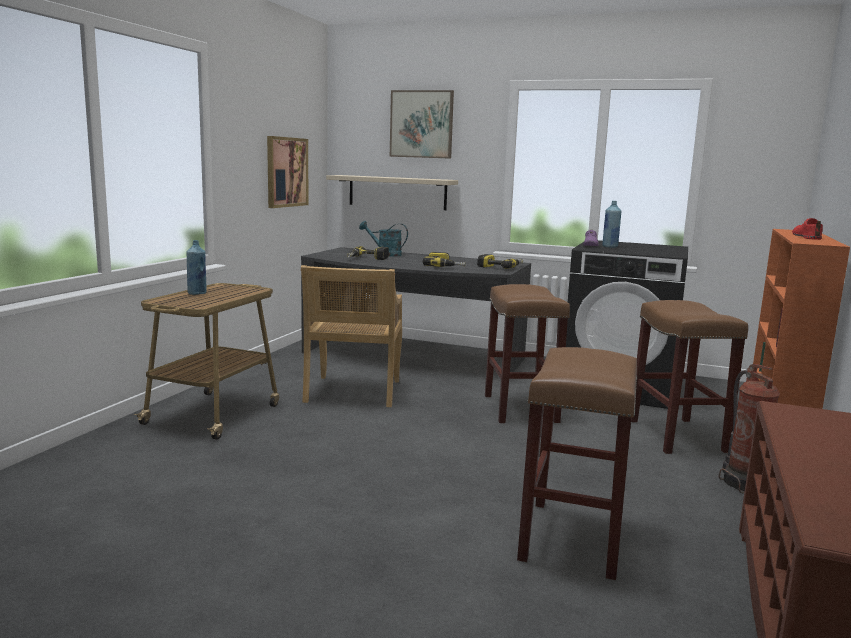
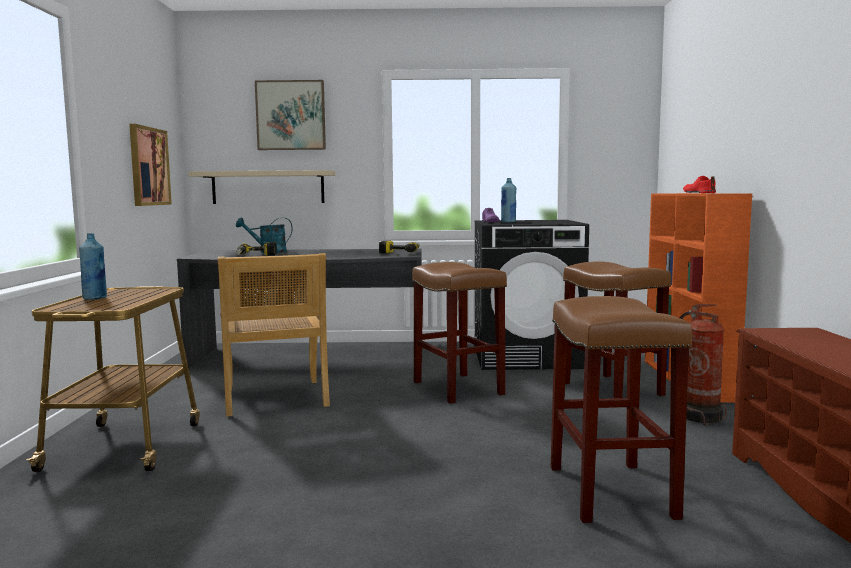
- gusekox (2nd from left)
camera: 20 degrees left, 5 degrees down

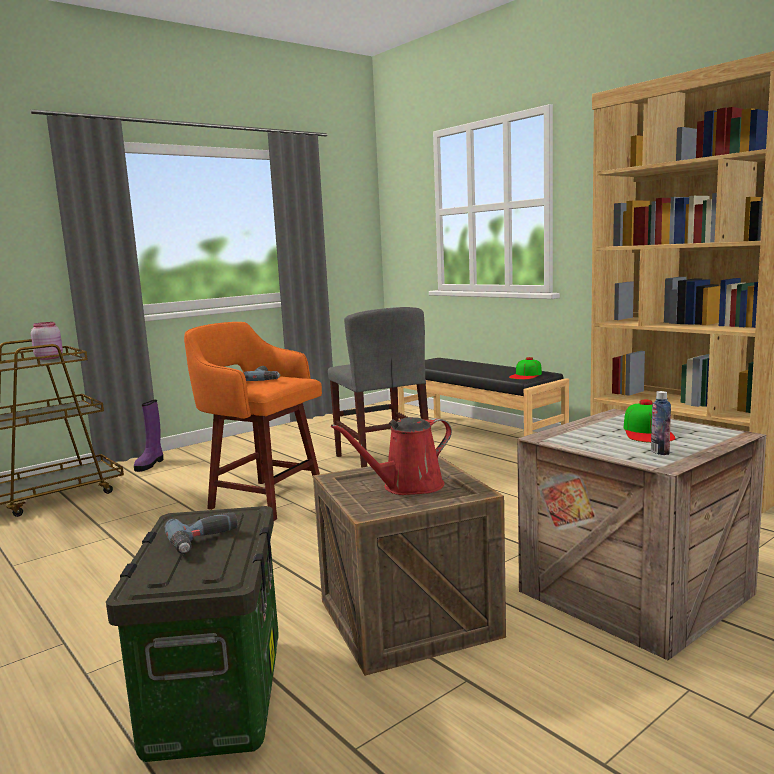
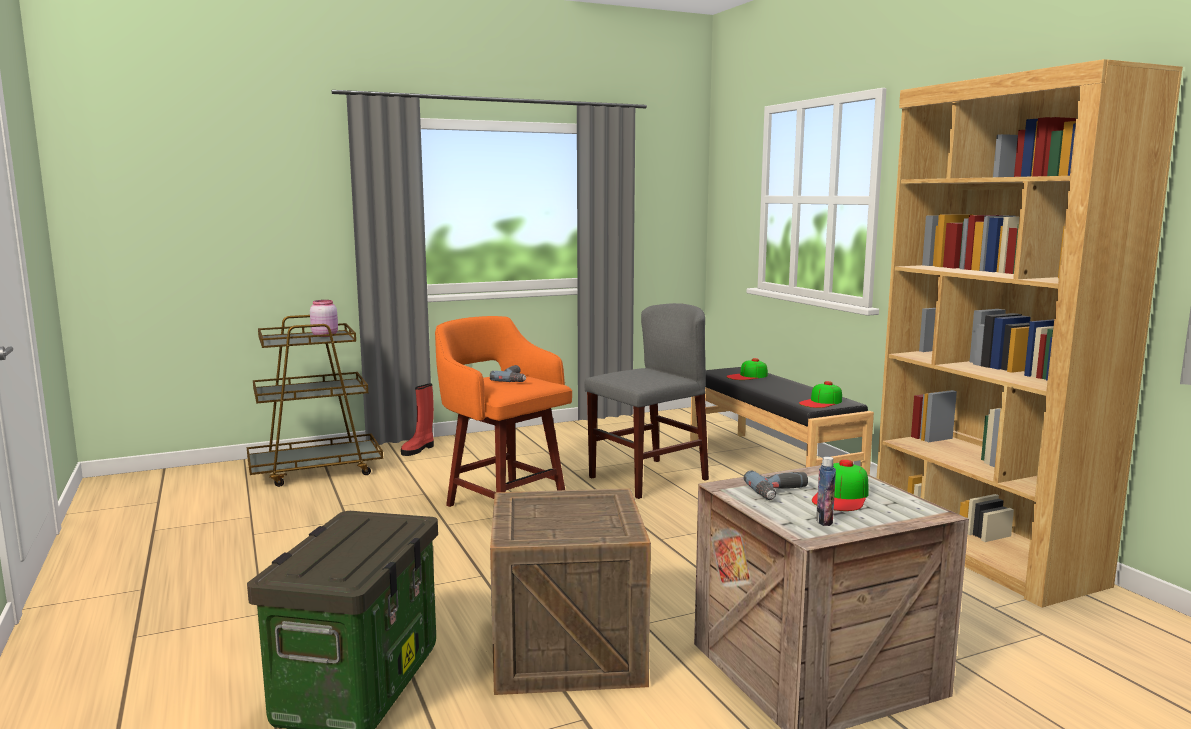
~ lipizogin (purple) to lipizogin (red)
~ gusekox (1st from left in the first image) to gusekox (2nd from left)
~ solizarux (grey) 120 degrees counterclockwise
- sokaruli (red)
+ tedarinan (1st from left)
camera: 15 degrees right, 0 degrees up

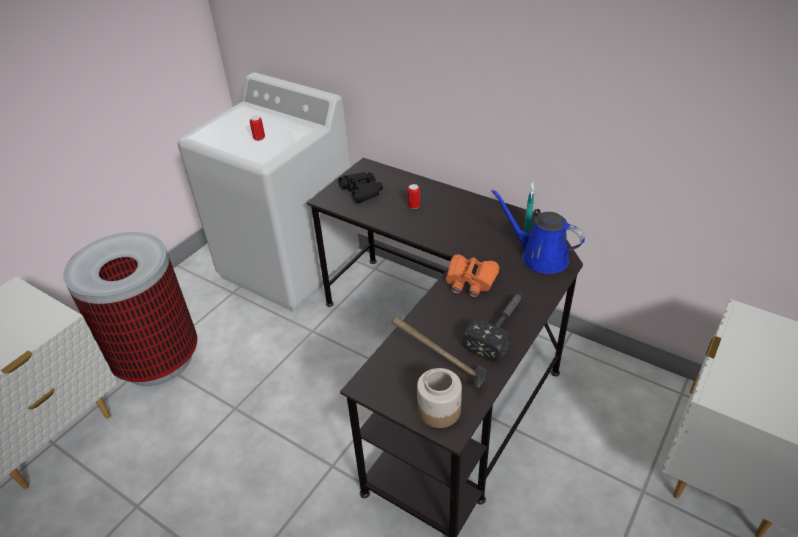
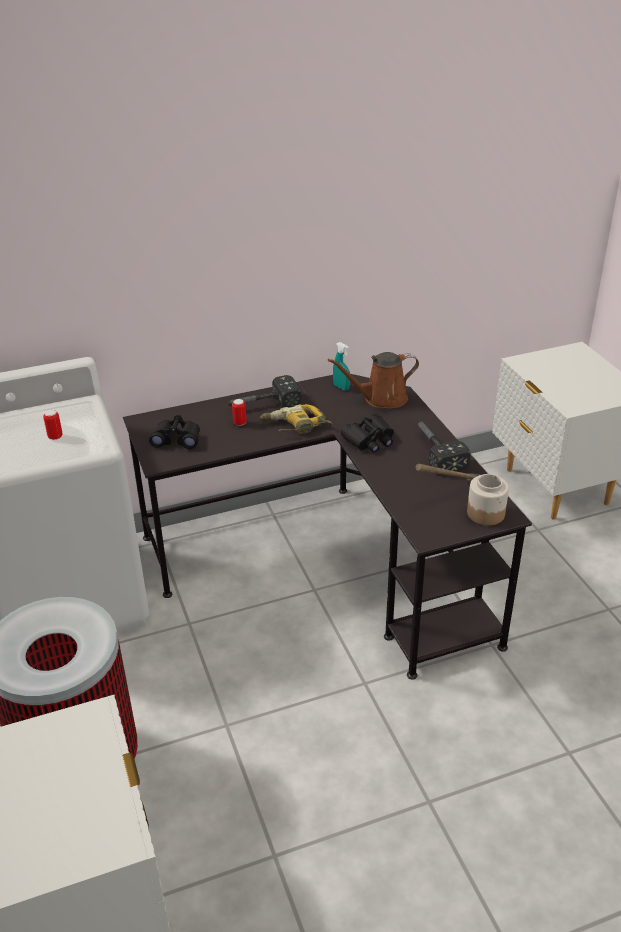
~ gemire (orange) to gemire (black) (2nd from left)
~ sokaruli (blue) to sokaruli (brown)
+ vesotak (1st from left)
+ gusekox
camera: 55 degrees left, 5 degrees down

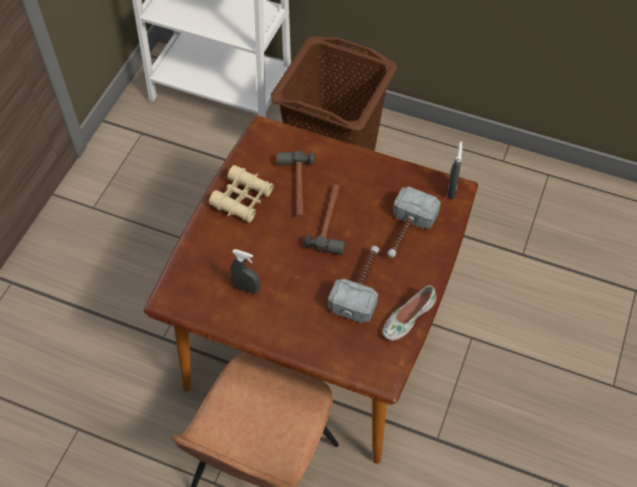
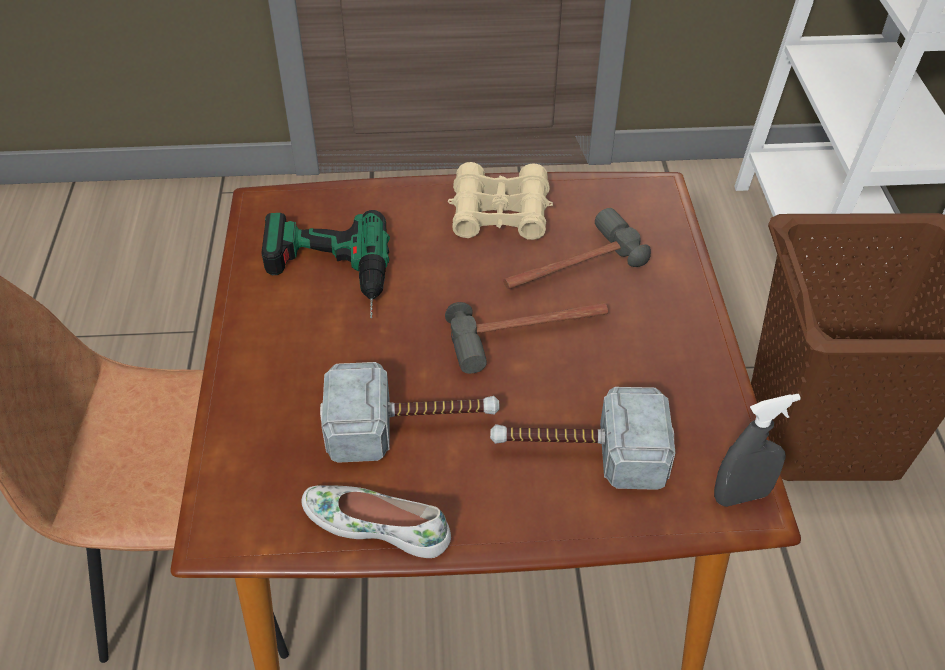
~ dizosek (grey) (1st from left) to gusekox
camera: 65 degrees right, 10 degrees down

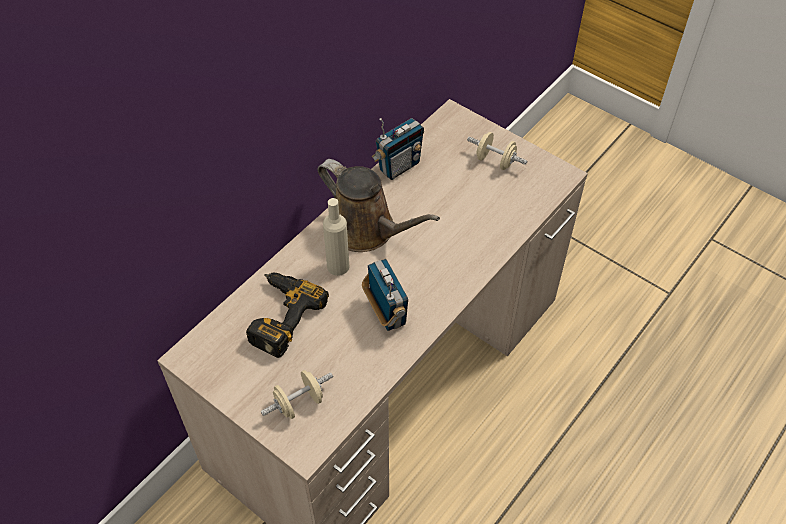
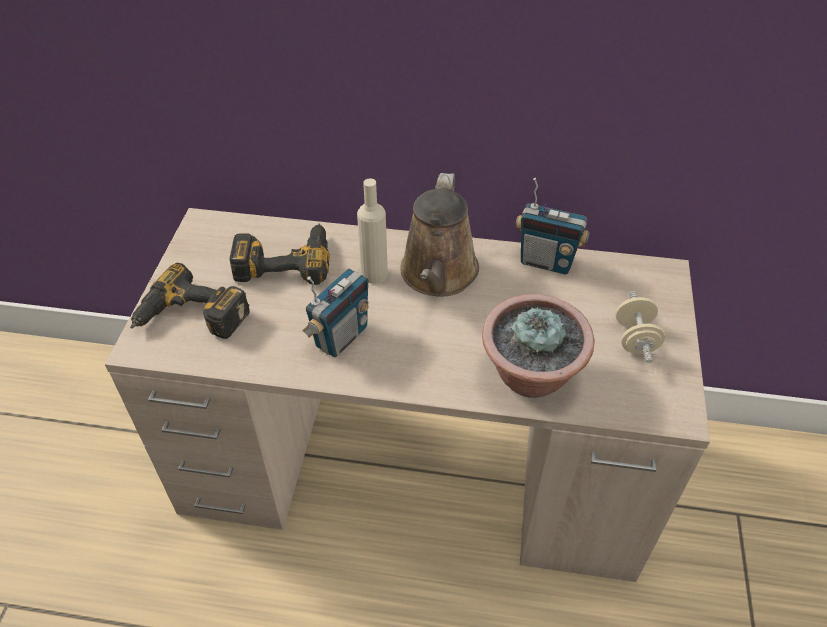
~ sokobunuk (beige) (1st from left) to gusekox (1st from left)
+ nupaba
camera: 60 degrees right, 5 degrees down

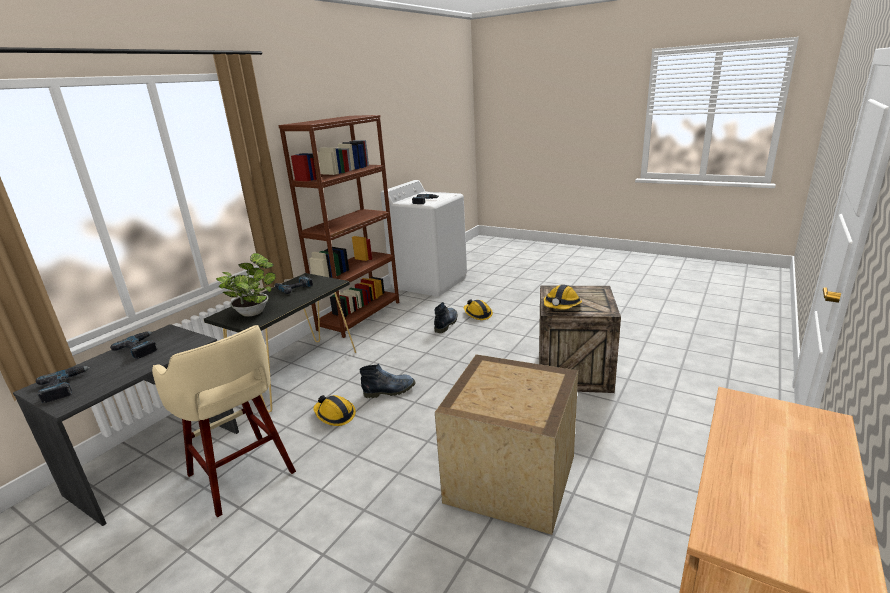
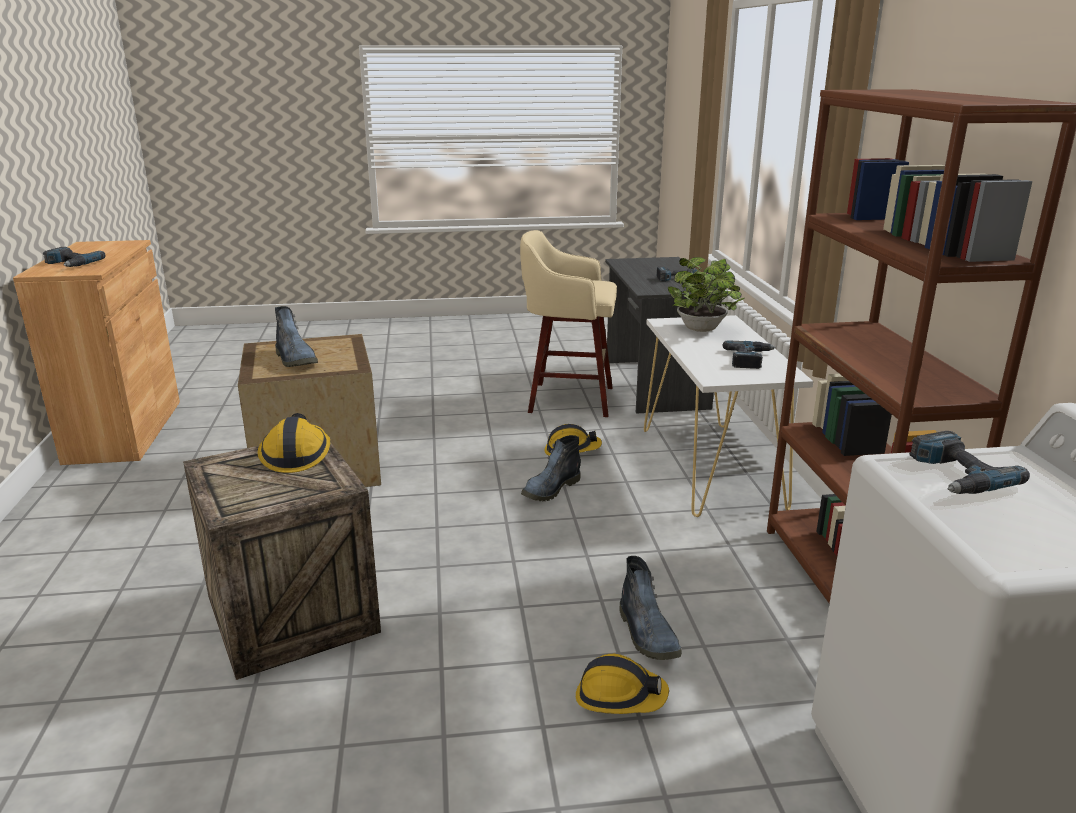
~ gusekox (1st from left)
~ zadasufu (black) to zadasufu (white)
+ lipizogin (1st from left)
camera: 140 degrees right, 0 degrees up

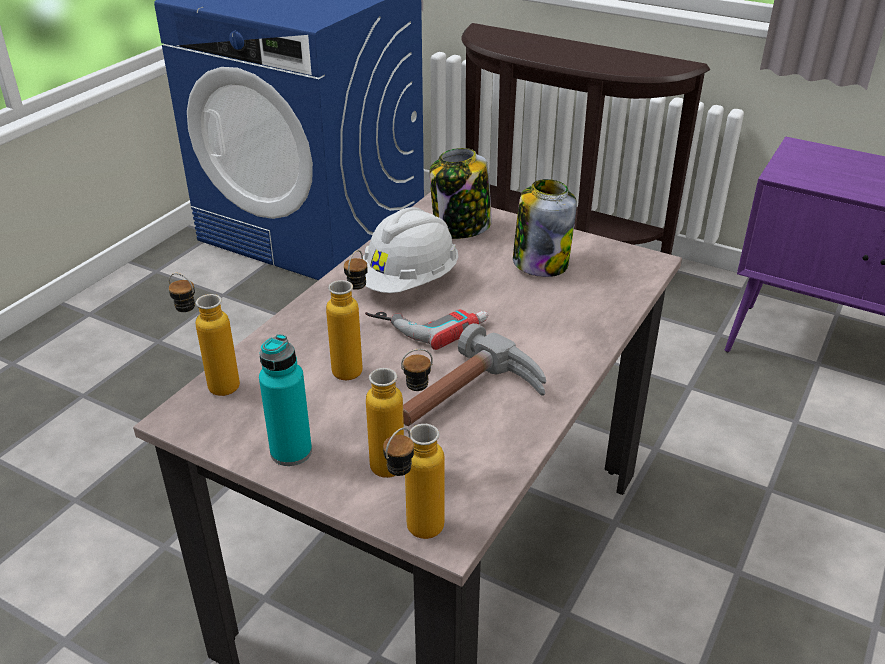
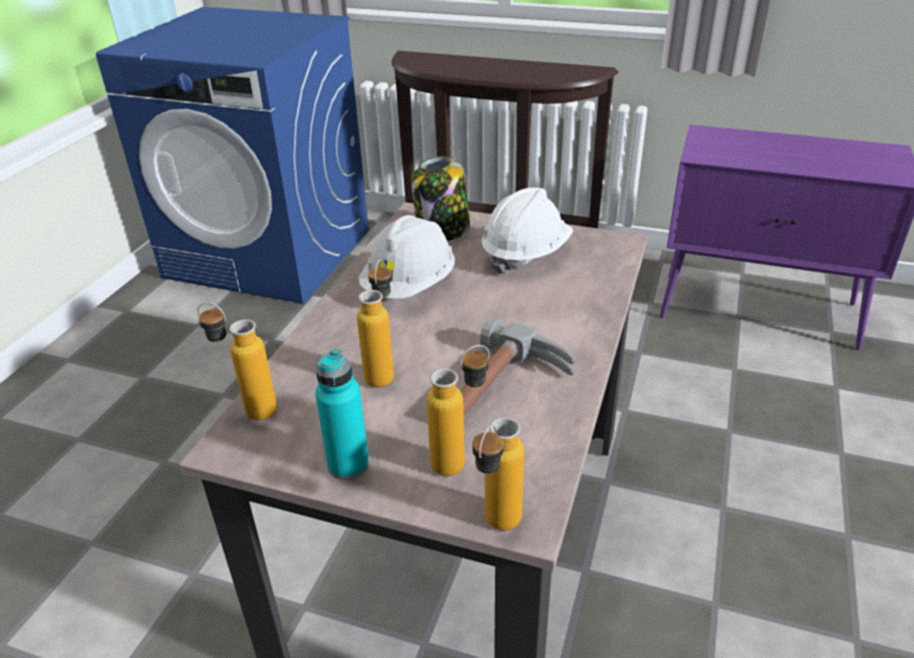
- gusekox
~ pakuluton (2nd from left) to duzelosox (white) (2nd from left)
camera: 10 degrees left, 0 degrees up

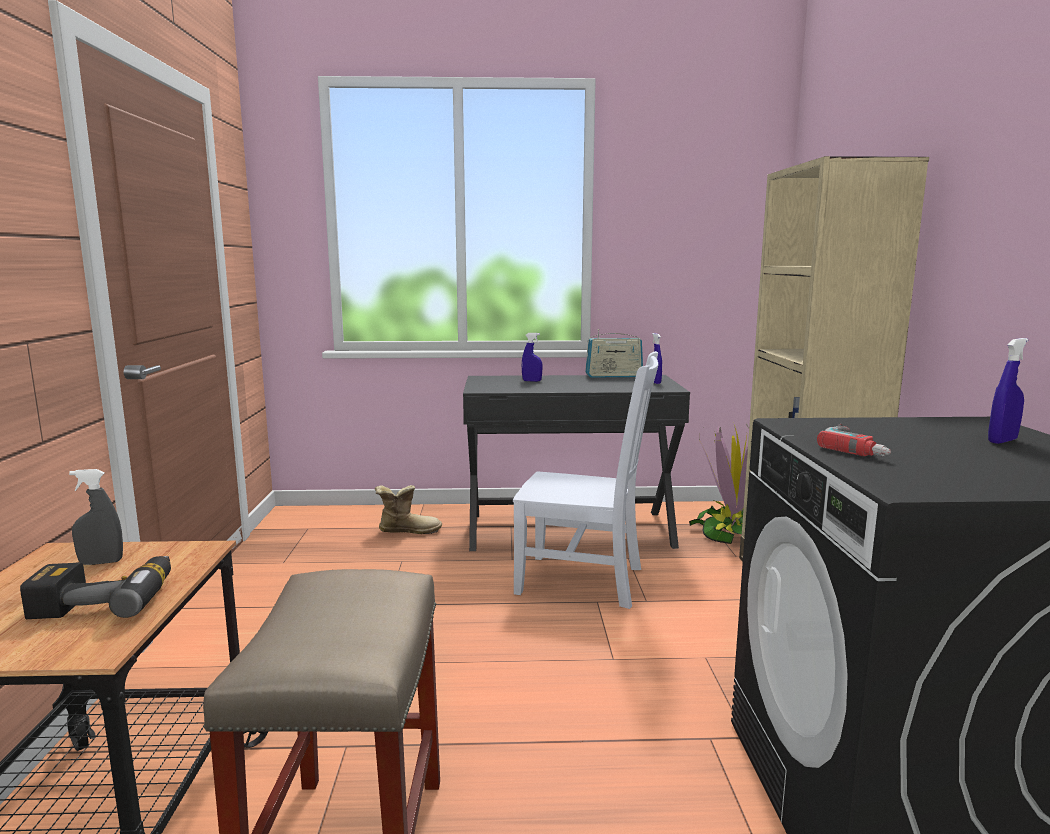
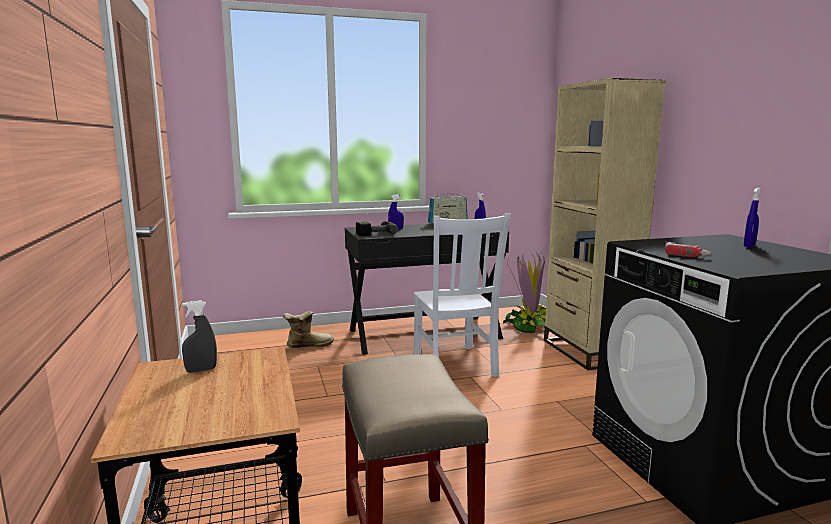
~ gusekox (1st from left)
~ solizarux (white) 75 degrees clockwise
camera: 15 degrees left, 0 degrees up

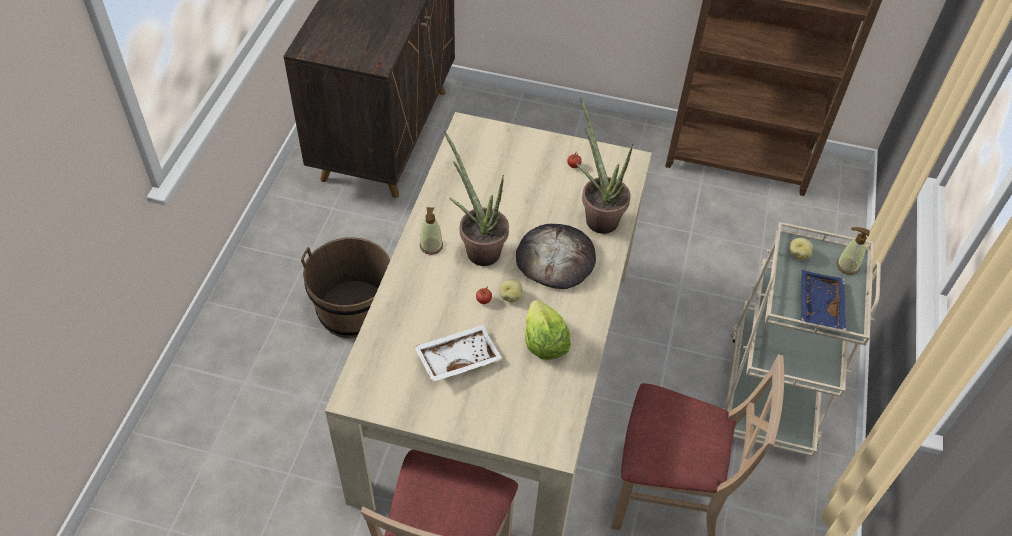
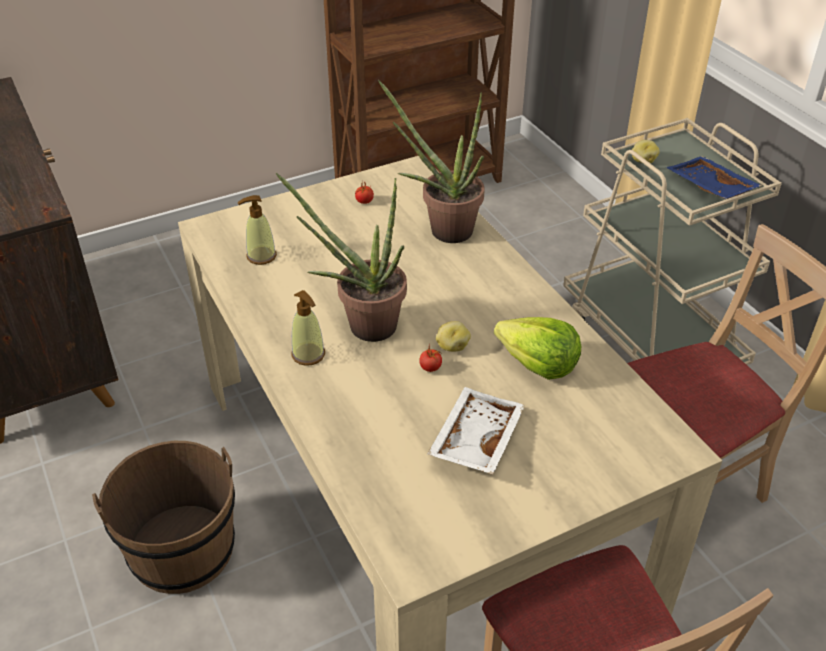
- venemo
~ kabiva (2nd from left in the first image) to kabiva (1st from left)
camera: 40 degrees left, 10 degrees down

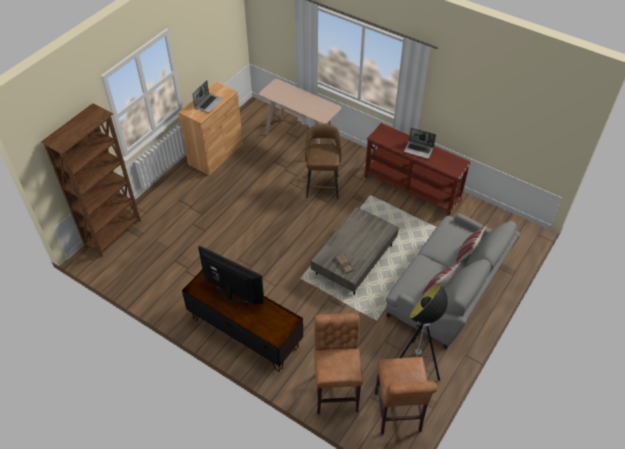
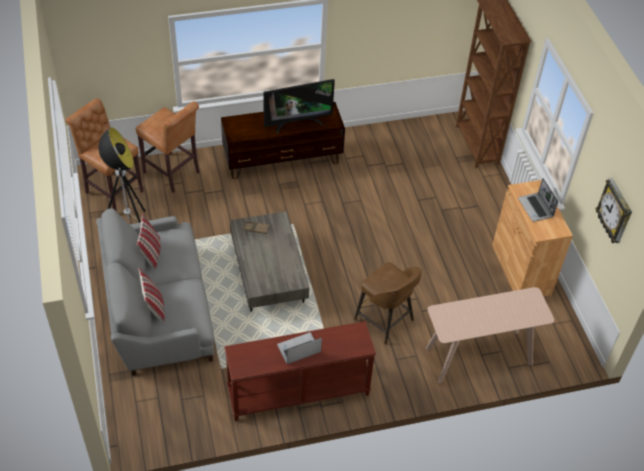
+ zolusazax
camera: 130 degrees right, 0 degrees up

